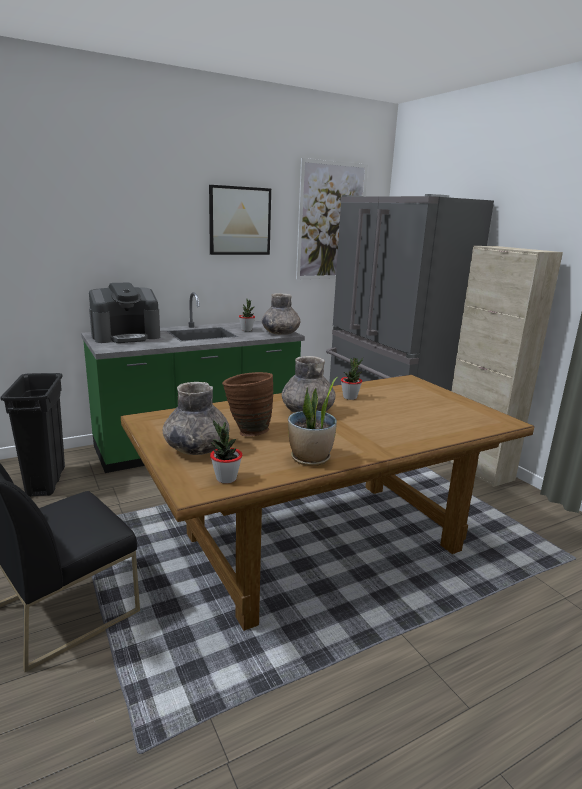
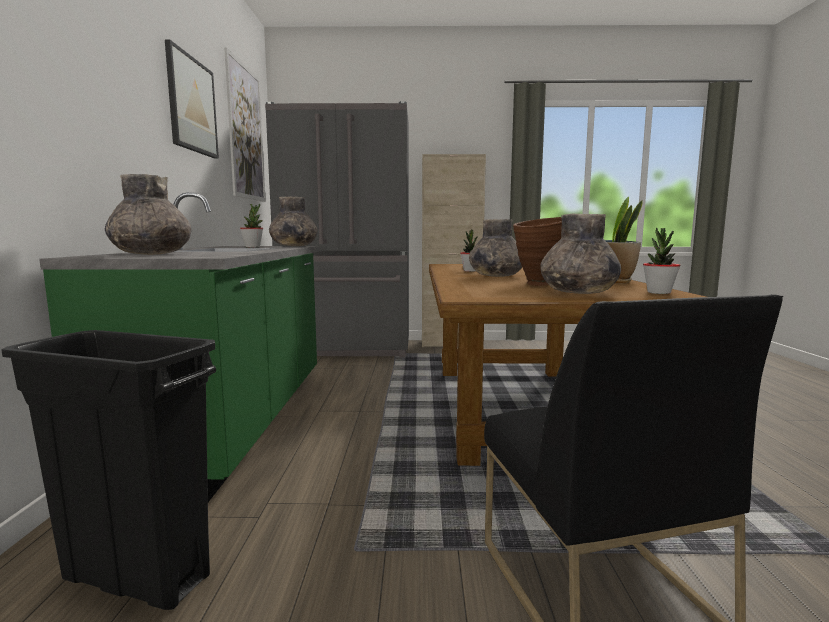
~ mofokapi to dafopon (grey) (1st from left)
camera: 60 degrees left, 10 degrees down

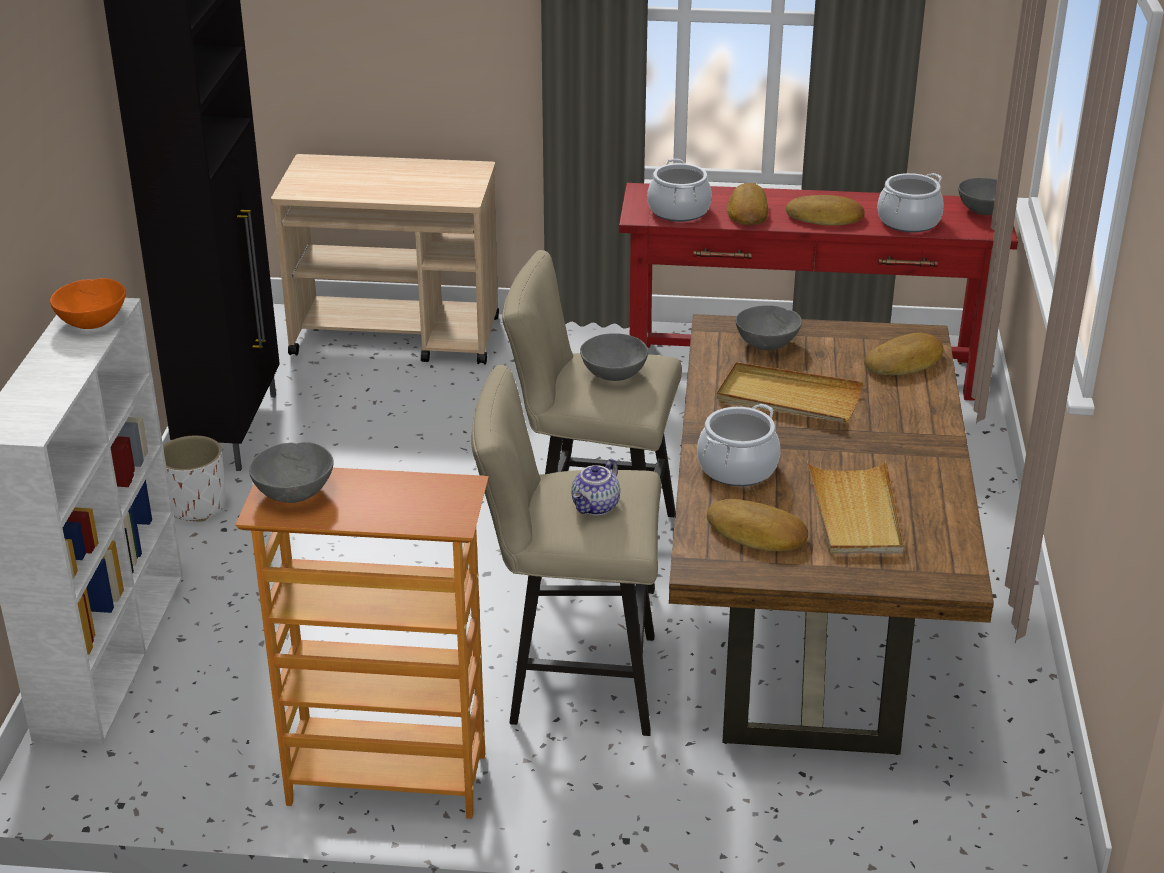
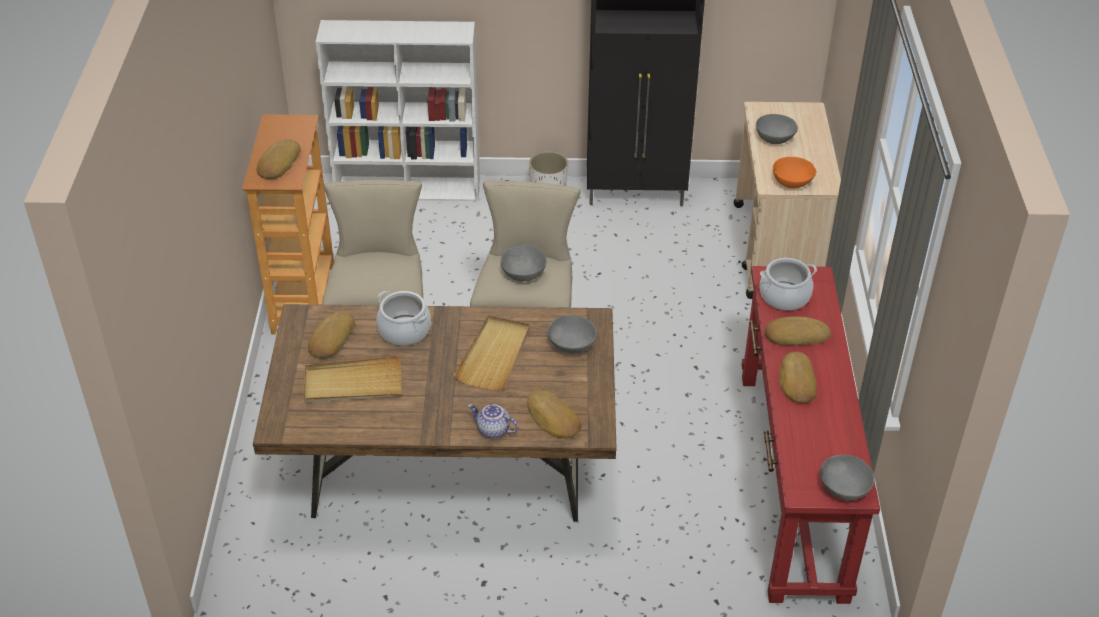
~ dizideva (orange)
~ dizideva (grey) (1st from left in the first image) to dizideva (grey) (3rd from left)
~ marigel
- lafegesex (3rd from left)
+ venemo (1st from left)
camera: 85 degrees right, 10 degrees up

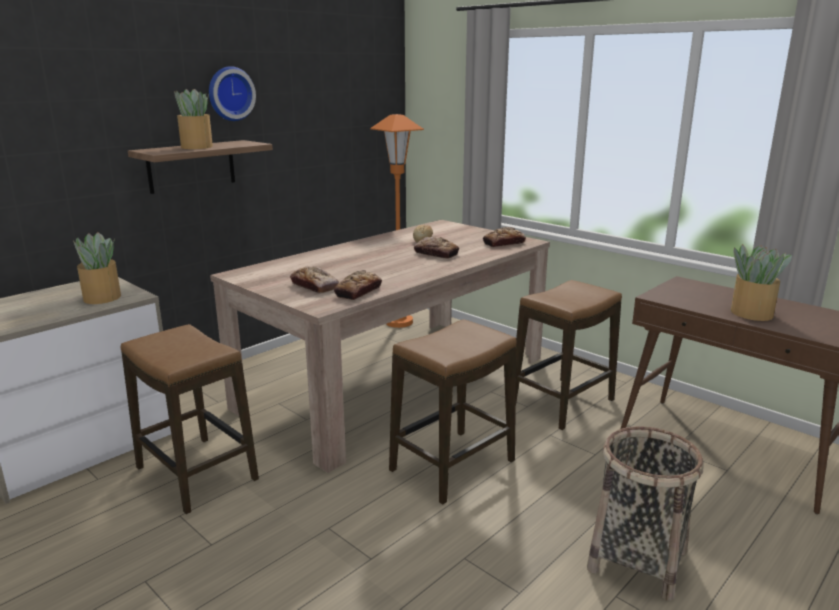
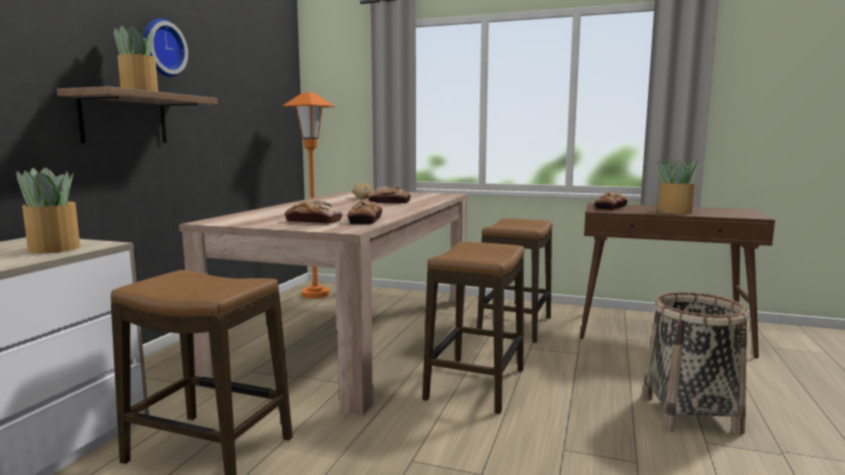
~ venemo (5th from left)
camera: 25 degrees left, 10 degrees down

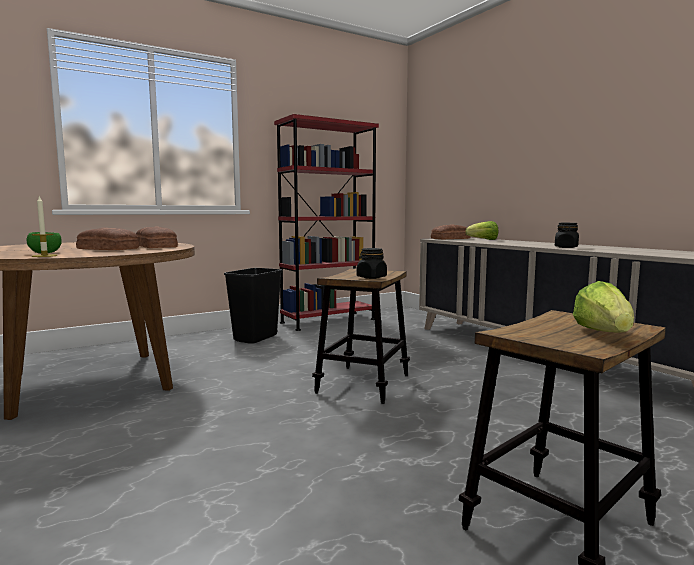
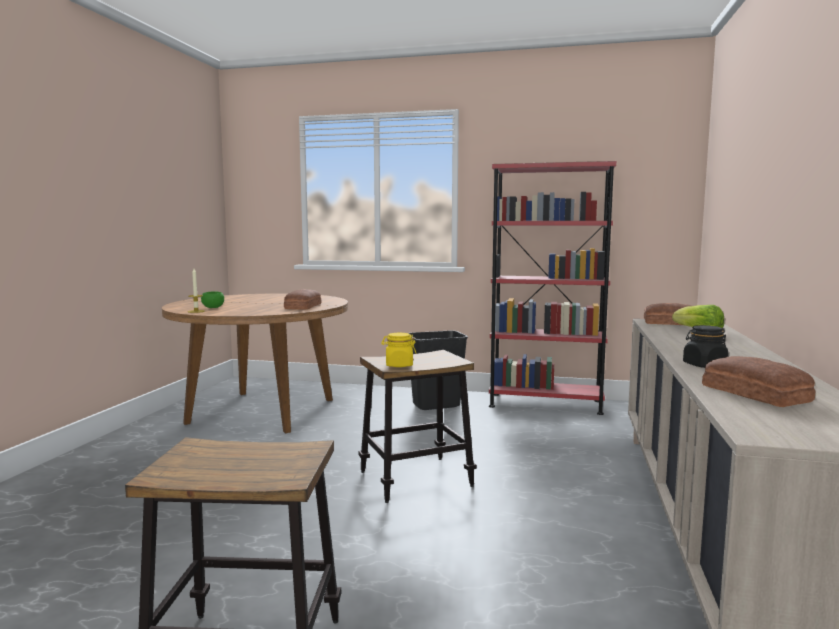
~ venemo (1st from left in the first image) to venemo (3rd from left)
~ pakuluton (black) (1st from left) to pakuluton (yellow)
- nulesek (2nd from left)
camera: 45 degrees right, 0 degrees up

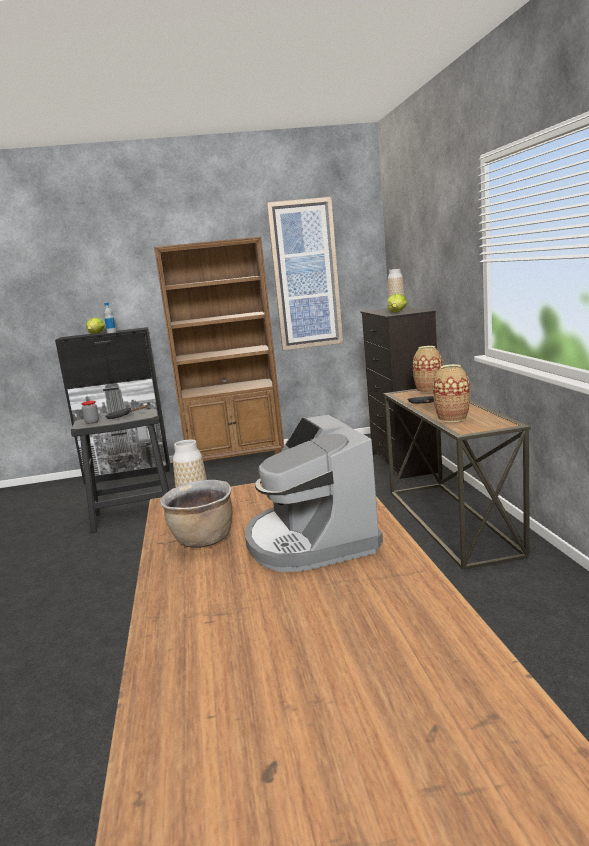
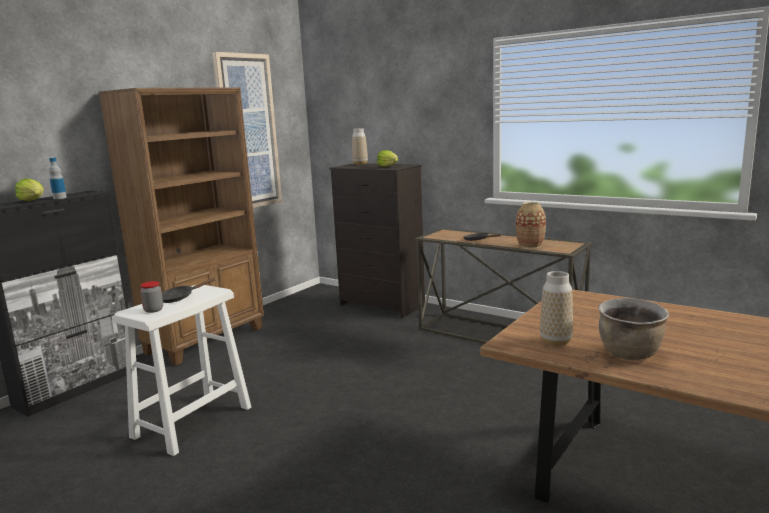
~ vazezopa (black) to vazezopa (white)
- mofokapi
- dafopon (3rd from left)
camera: 45 degrees left, 0 degrees up

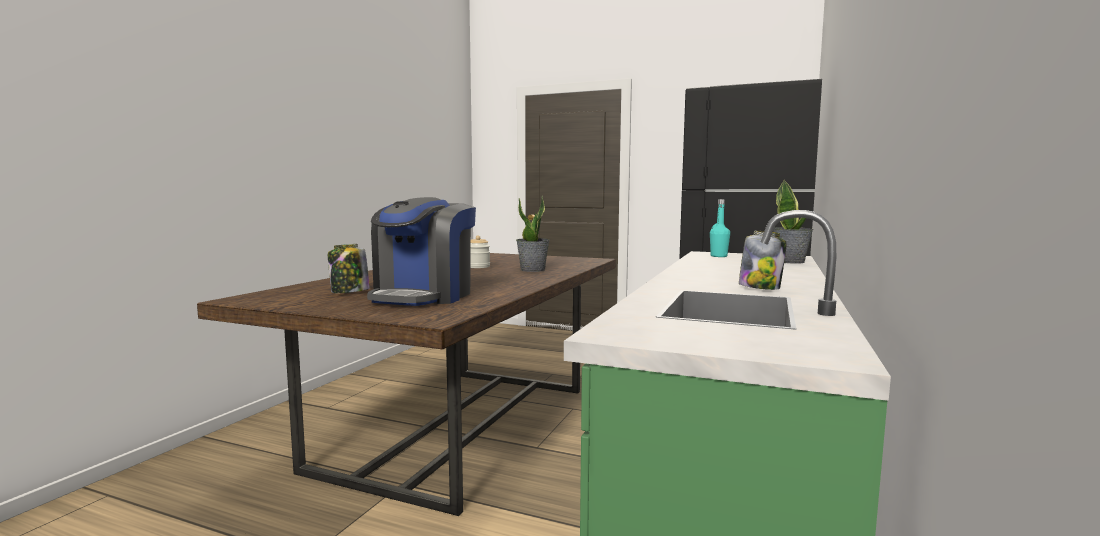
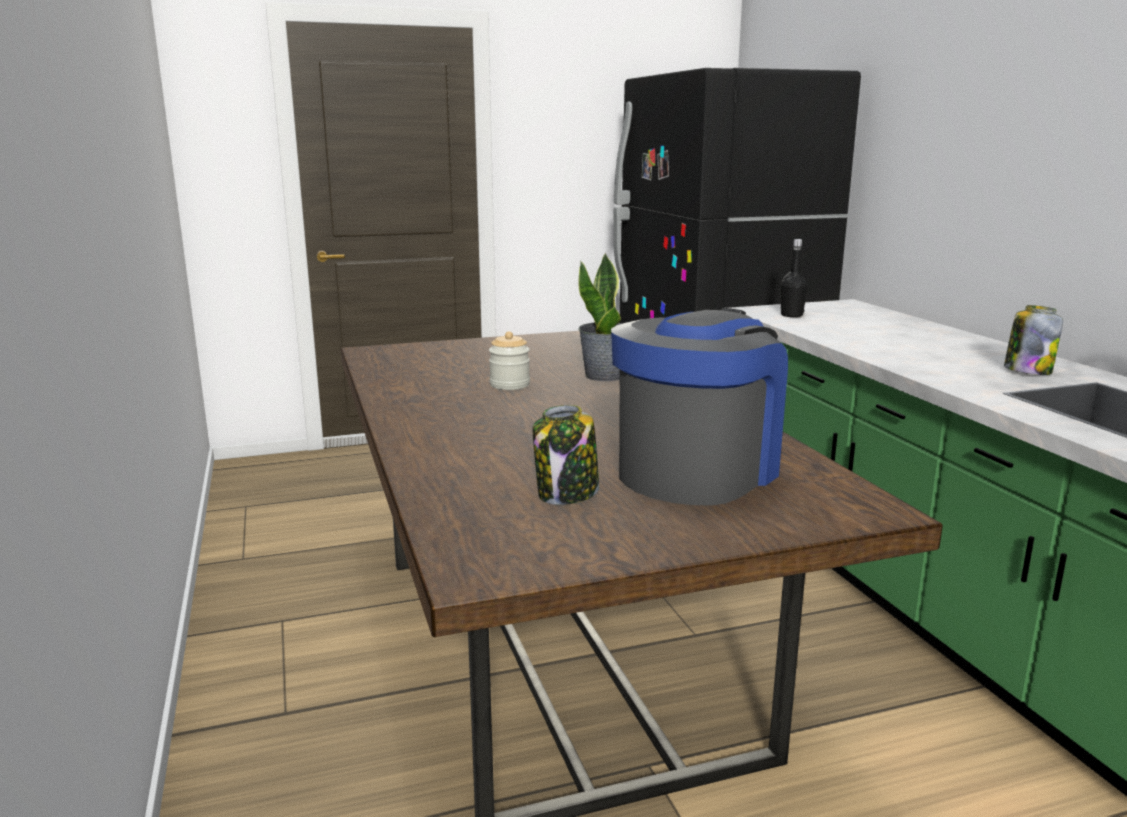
~ mofokapi 120 degrees counterclockwise
~ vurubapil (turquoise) to vurubapil (black)
- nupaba (2nd from left)
camera: 40 degrees left, 10 degrees up

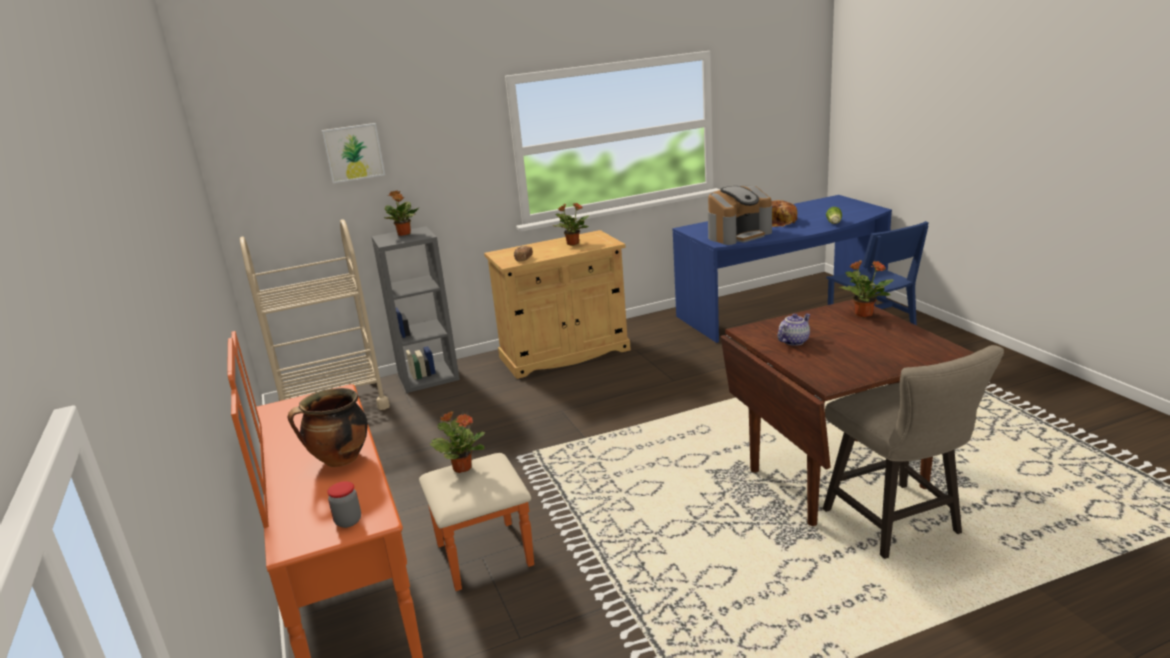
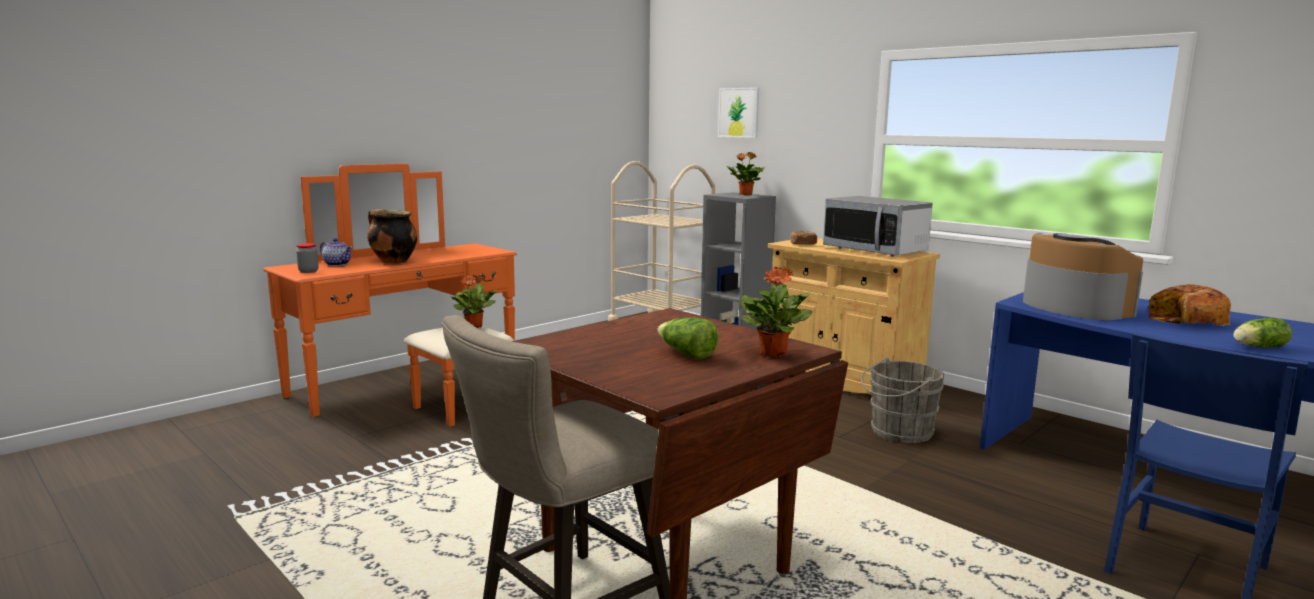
~ nupaba (3rd from left) to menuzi
~ mofokapi 150 degrees counterclockwise
~ marigel
+ nulesek (1st from left)
+ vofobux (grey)
camera: 65 degrees right, 10 degrees down

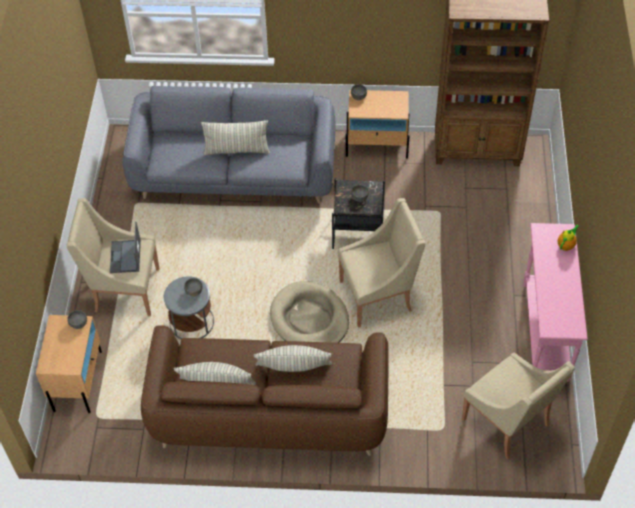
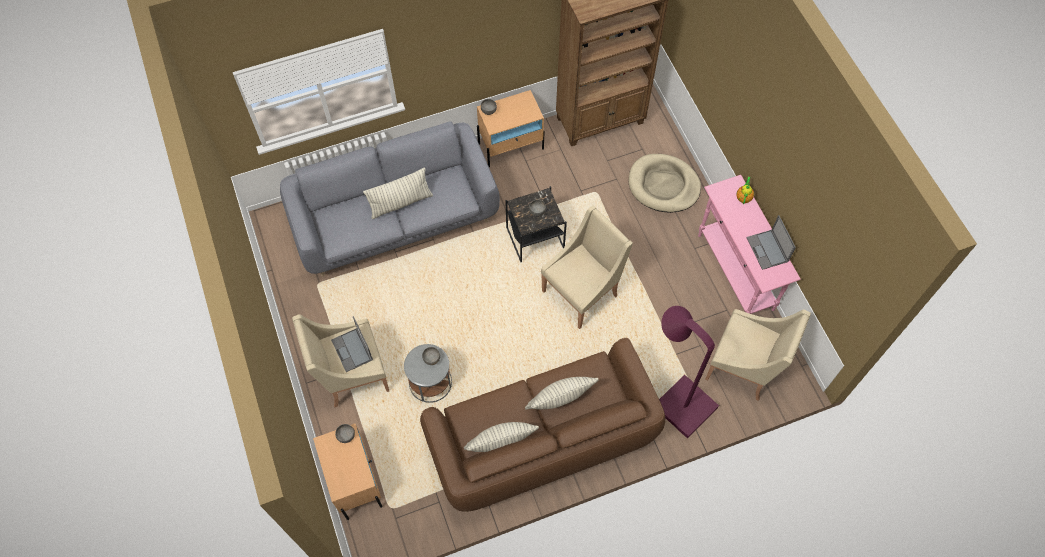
~ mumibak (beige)
+ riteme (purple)
+ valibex (2nd from left)
camera: 25 degrees left, 10 degrees up

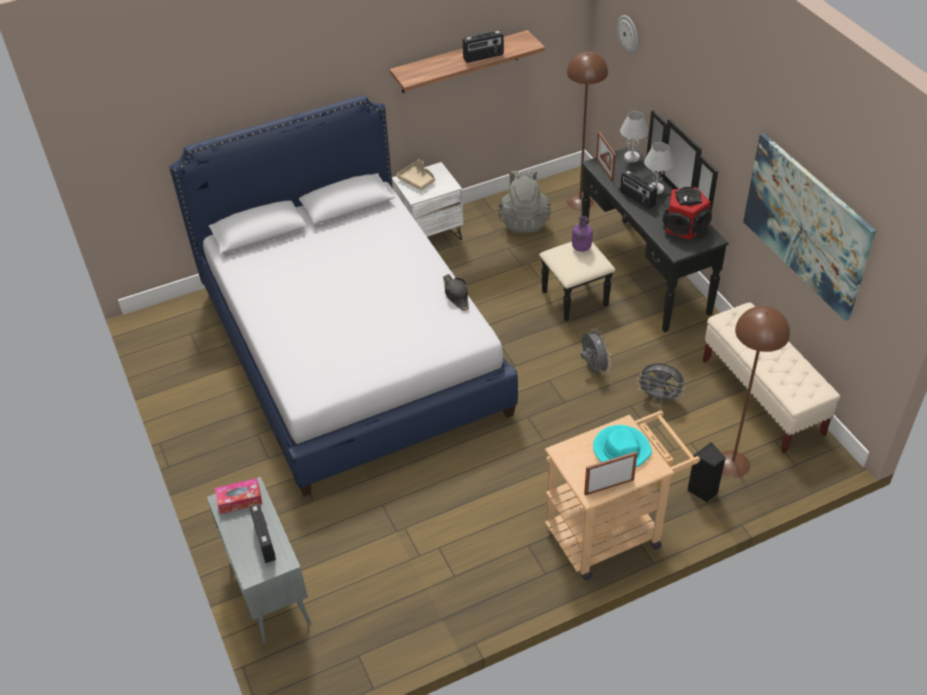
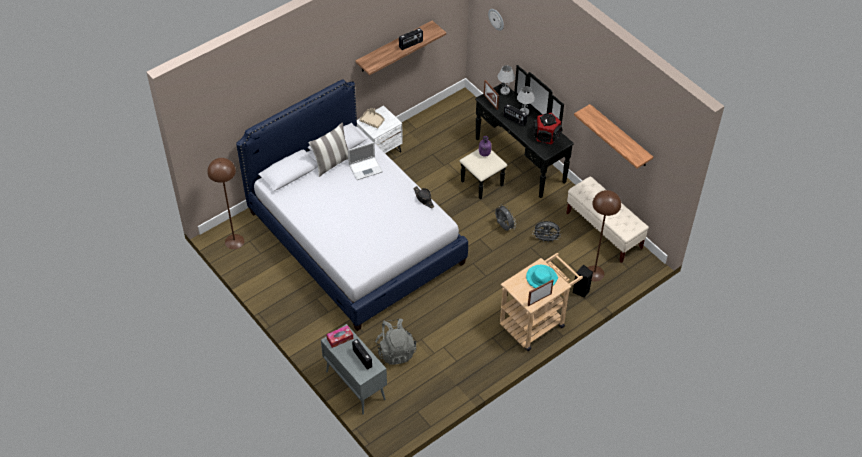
~ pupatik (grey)
~ riteme (brown) (1st from left)
~ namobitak to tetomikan (2nd from left)
+ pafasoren
+ valibex
camera: 15 degrees left, 5 degrees up

